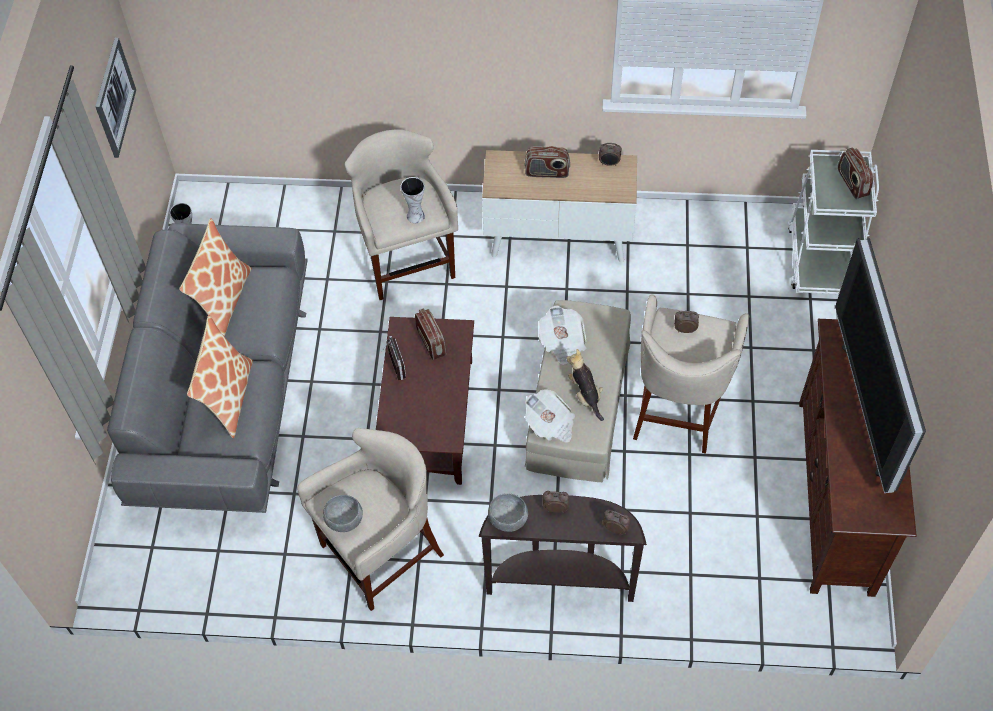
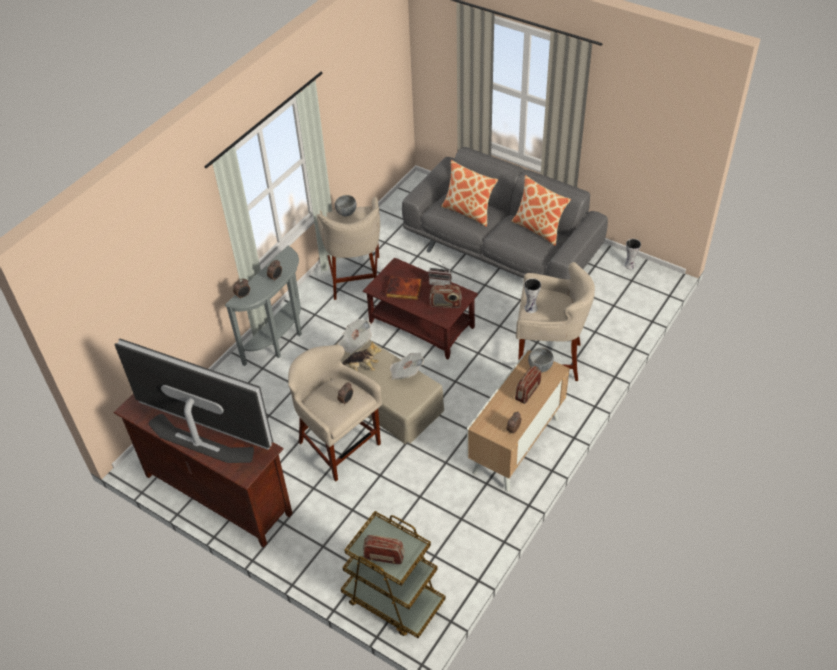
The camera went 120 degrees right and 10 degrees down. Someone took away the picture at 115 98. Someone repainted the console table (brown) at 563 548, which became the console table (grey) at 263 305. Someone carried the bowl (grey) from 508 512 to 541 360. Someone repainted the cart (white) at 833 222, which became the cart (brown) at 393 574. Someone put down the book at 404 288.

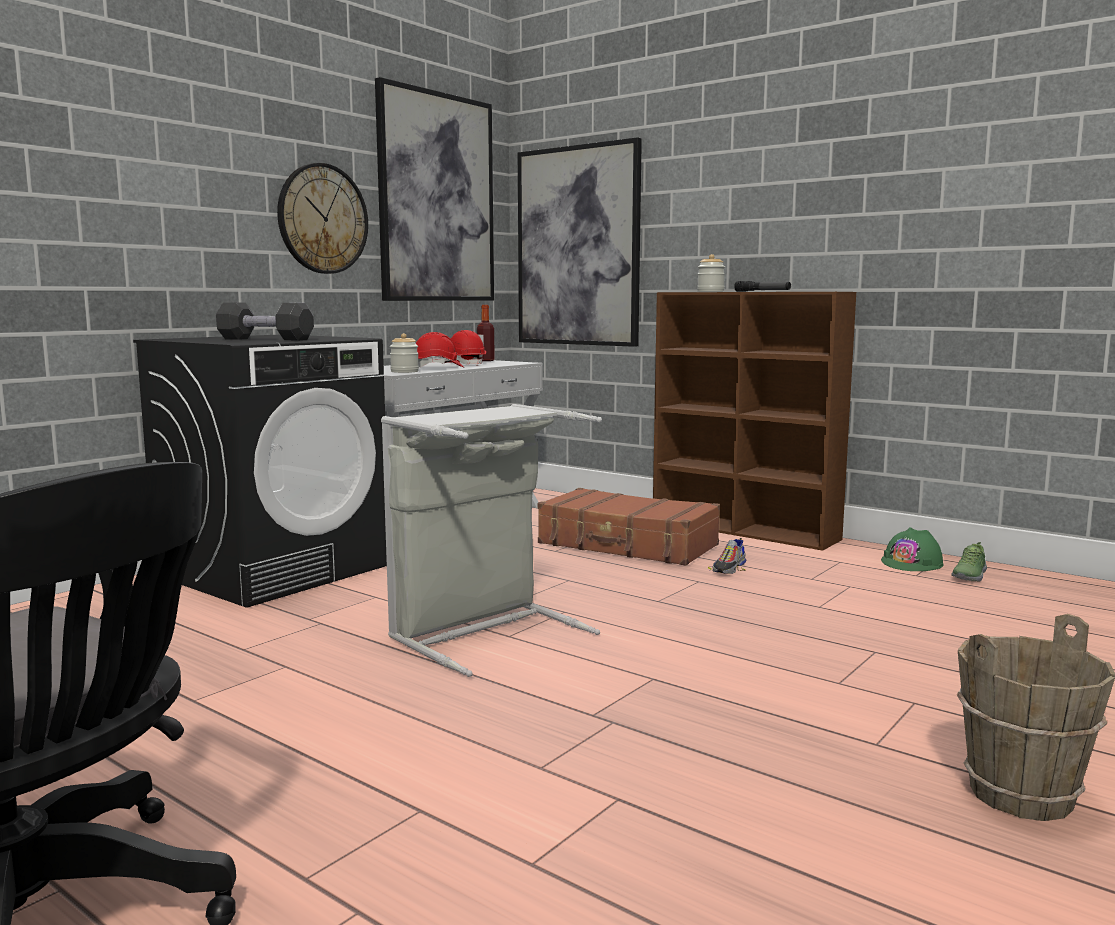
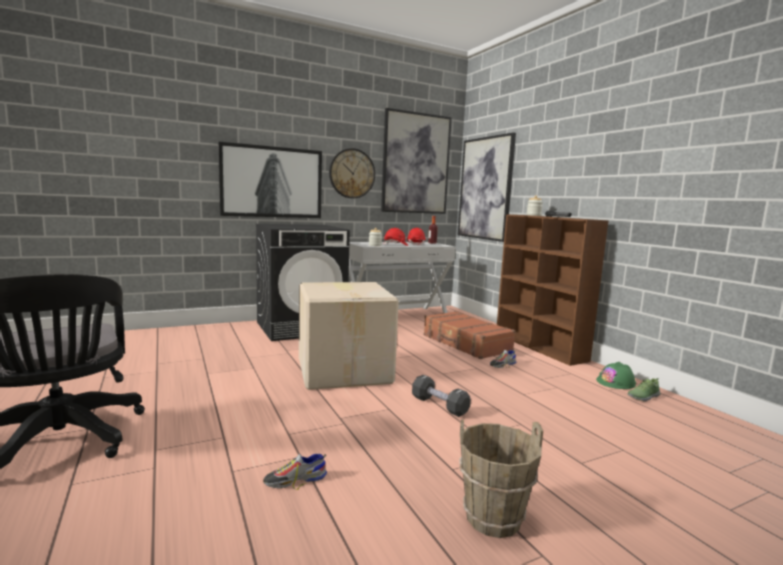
The camera went 25 degrees right and 0 degrees up. Someone carried the dumbbell (black) from 265 322 to 441 396. Someone swapped the laundry basket (grey) at 491 540 for the cardboard box at 349 336. Someone put up the picture at 270 179. Someone put down the shoe at 295 472.

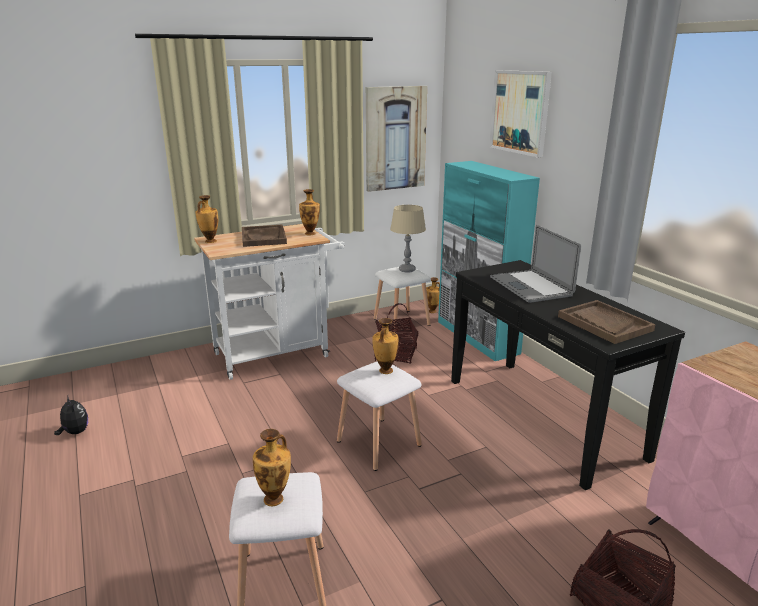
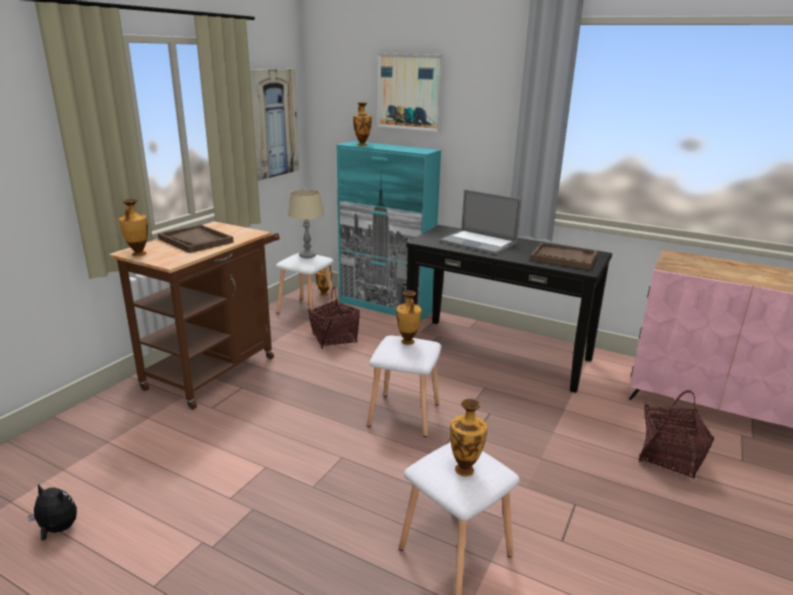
The camera went 35 degrees left and 0 degrees up. Someone repainted the cart (white) at 269 302, which became the cart (brown) at 194 315. Someone carried the vase from 309 212 to 362 124.

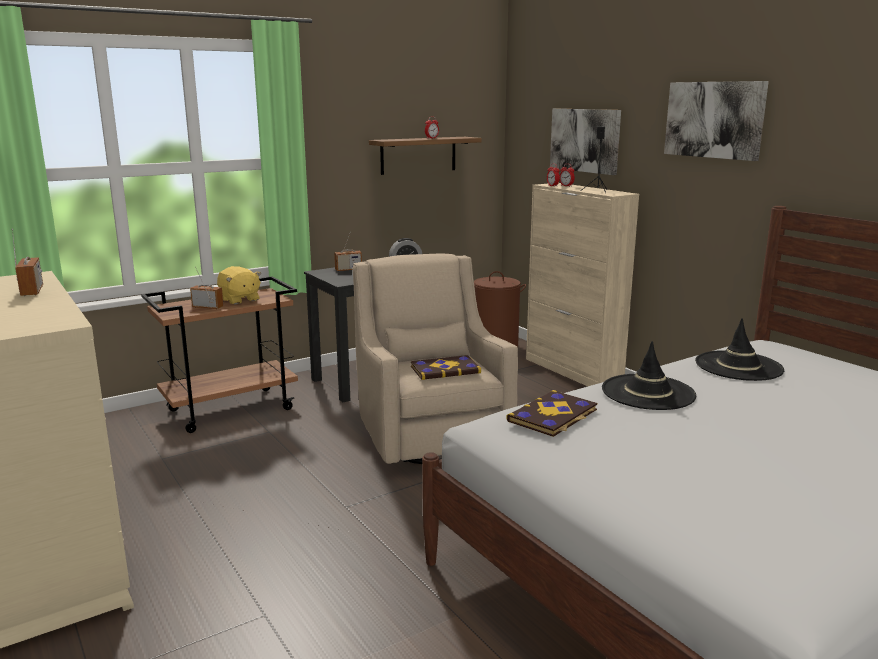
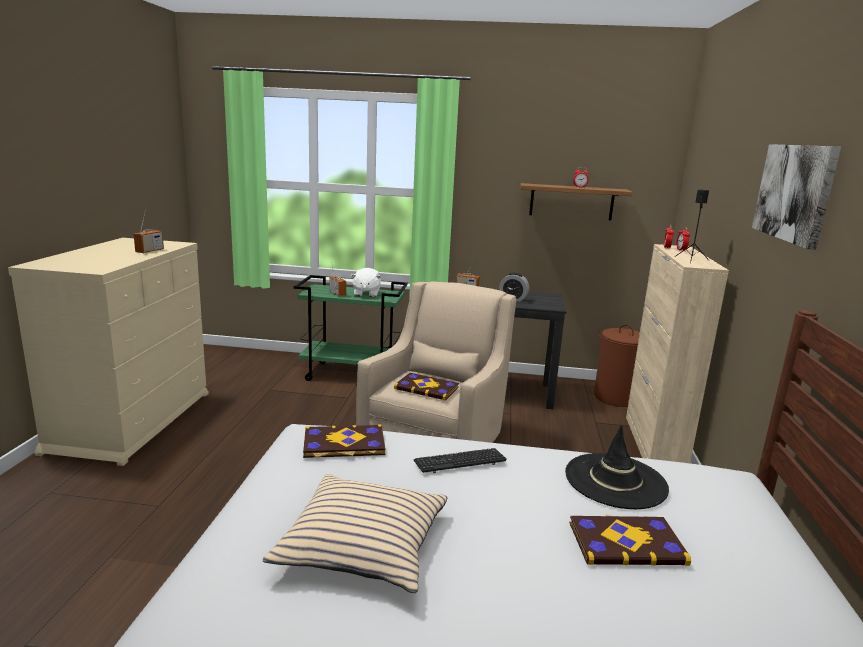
The camera went 40 degrees right and 0 degrees up. Someone repainted the cart (brown) at 219 354, which became the cart (green) at 351 328. Someone repainted the plush toy (yellow) at 239 285, which became the plush toy (white) at 366 282. Someone took away the picture at 585 142. Someone swapped the hat (black) at 649 375 for the keyboard at 460 460. Someone put down the pillow (beige) at 354 533. Someone put down the book at 630 540.

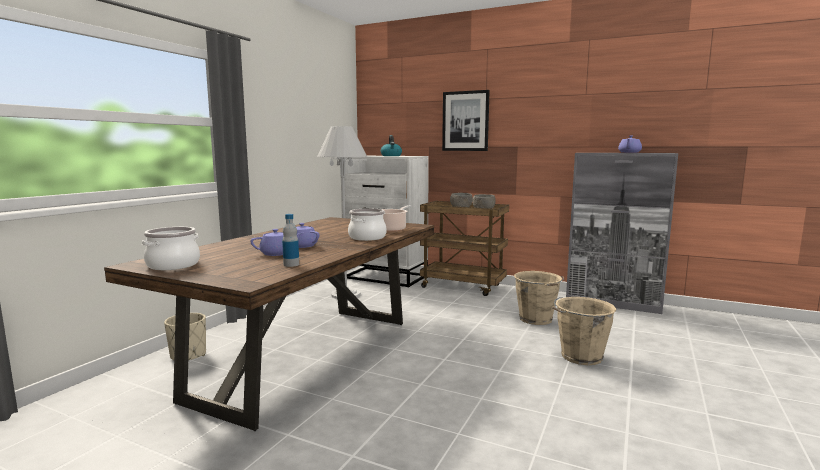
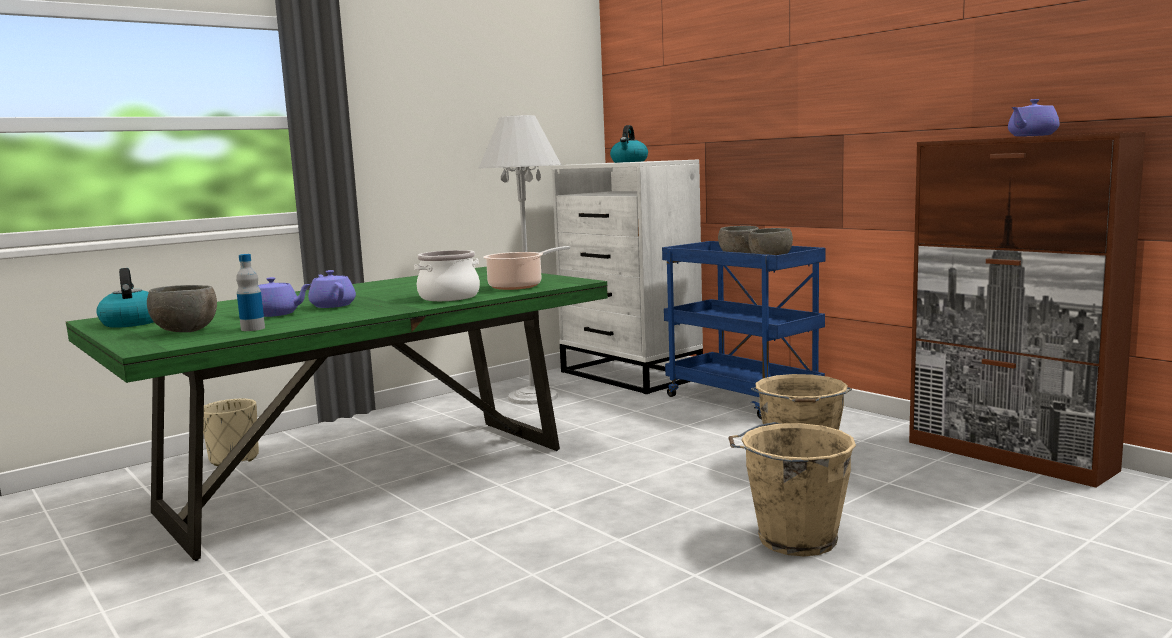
The camera went 25 degrees right and 0 degrees up. Someone repainted the dining table (brown) at 269 324, which became the dining table (green) at 337 414. Someone swapped the cooking pot at 171 248 for the kettle at 125 298. Someone repainted the cart (brown) at 464 248, which became the cart (blue) at 744 330. Someone took away the picture at 466 120. Someone repainted the cabinet (grey) at 622 233, which became the cabinet (brown) at 1027 310. Someone put down the bowl (grey) at 182 308.

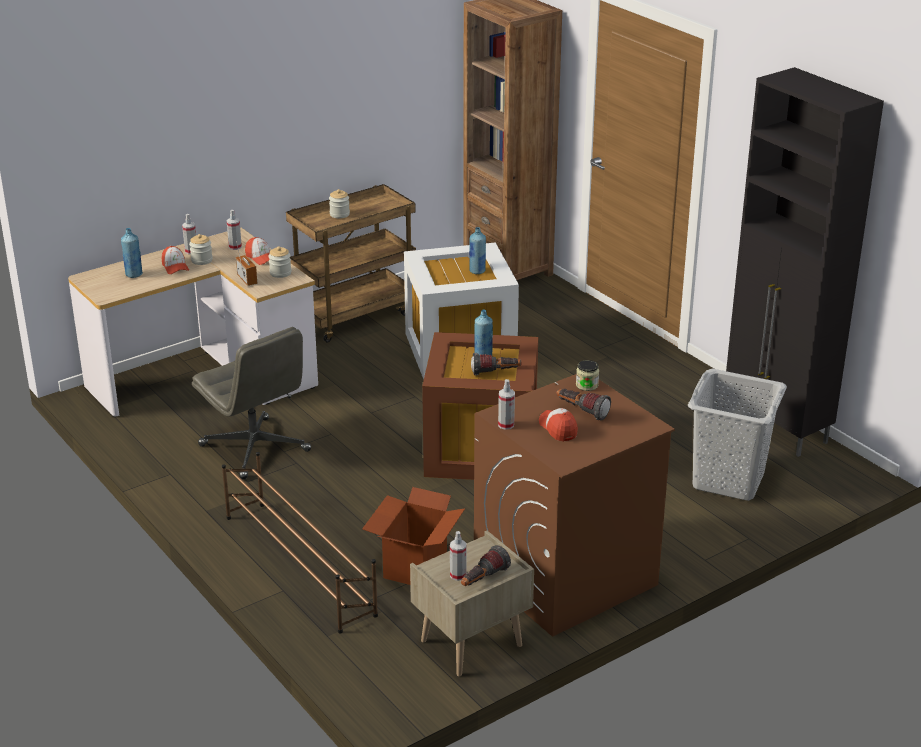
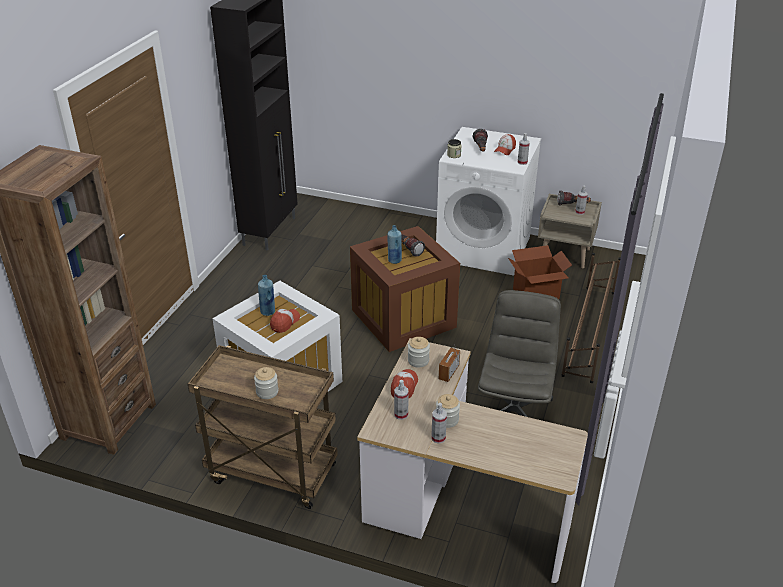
The camera went 125 degrees left and 5 degrees up. Someone took away the bottle (blue) at 132 253. Someone carried the cap from 175 260 to 285 321. Someone repainted the washing machine (brown) at 574 505, which became the washing machine (white) at 488 201. Someone took away the laundry basket (grey) at 737 435.

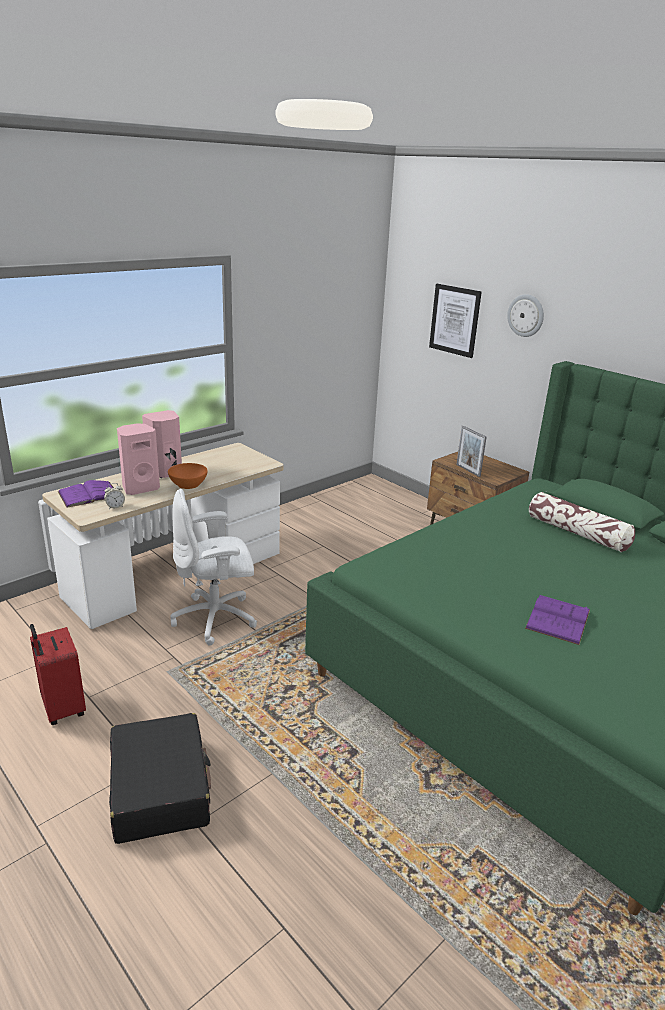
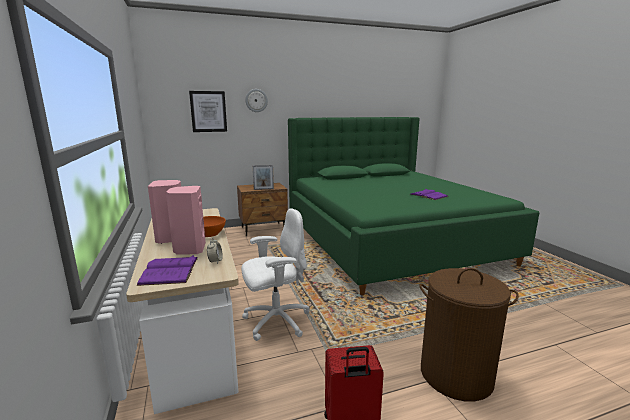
The camera went 65 degrees left and 10 degrees down. Someone swapped the suitcase (black) at 160 778 for the laundry basket (brown) at 469 335. Someone rotated the office chair (white) at 214 567 by 120 degrees counterclockwise. Someone took away the pillow at 582 522.

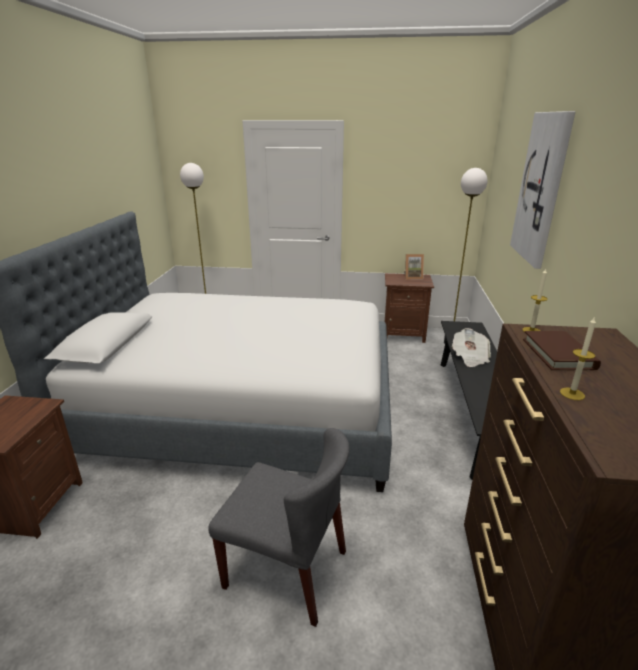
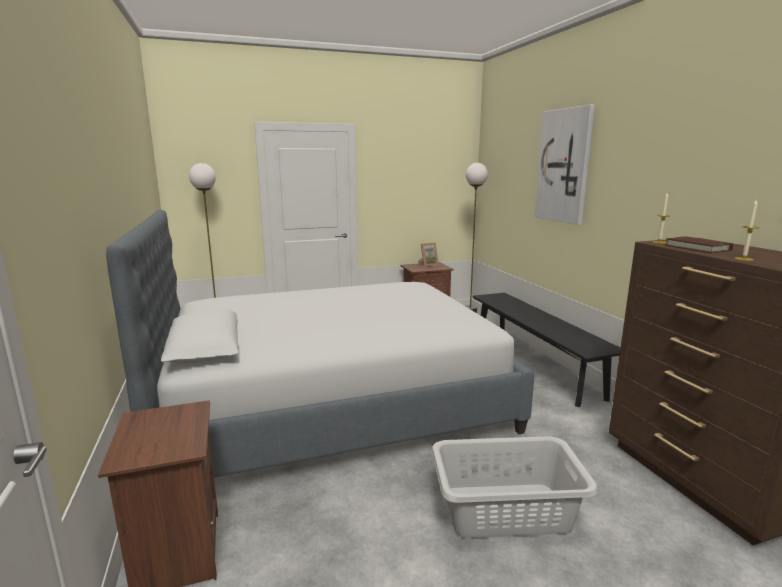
The camera went 25 degrees left and 10 degrees down. Someone swapped the chair (grey) at 278 527 for the laundry basket (grey) at 515 487. Someone took away the newspaper at 471 347.

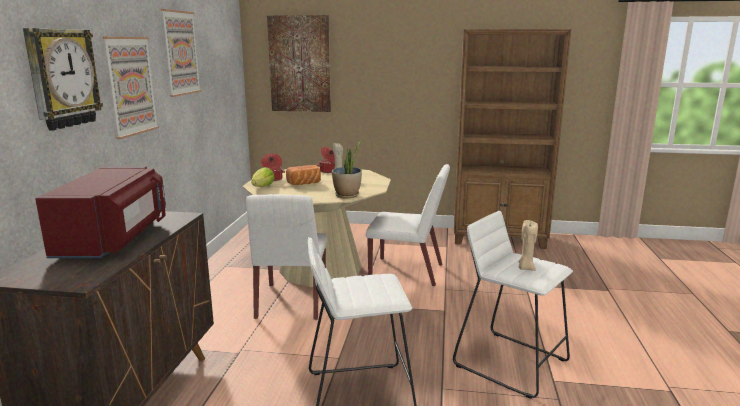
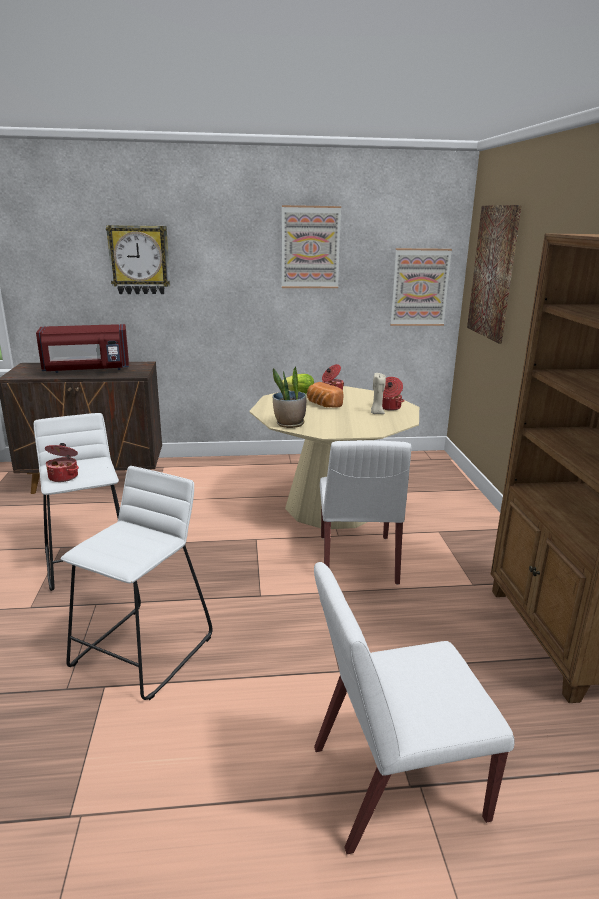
The camera went 75 degrees right and 5 degrees up. Someone carried the picture from 131 88 to 421 287. Someone carried the chair (white) from 286 257 to 414 708. Someone took away the candle (beige) at 528 245. Someone put down the cooking pot at 62 462.

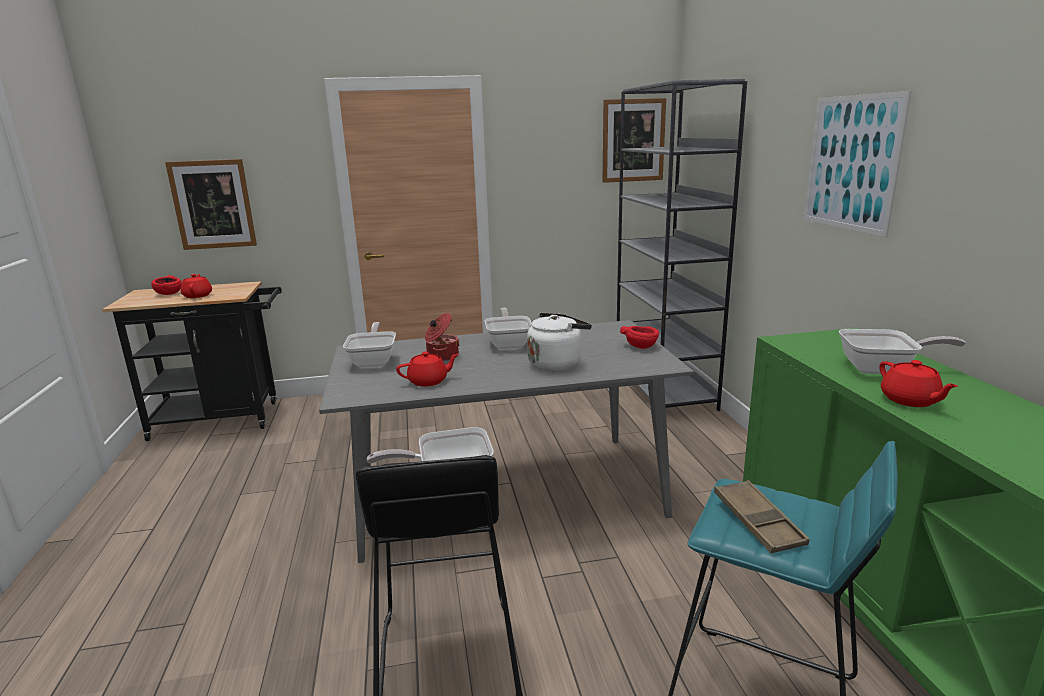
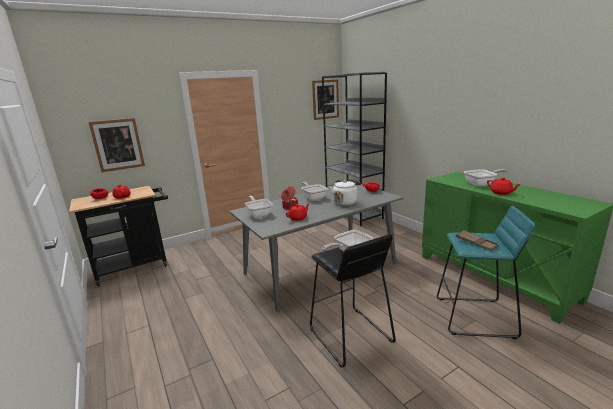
The camera went 20 degrees left and 0 degrees up. Someone took away the picture at 858 164.

